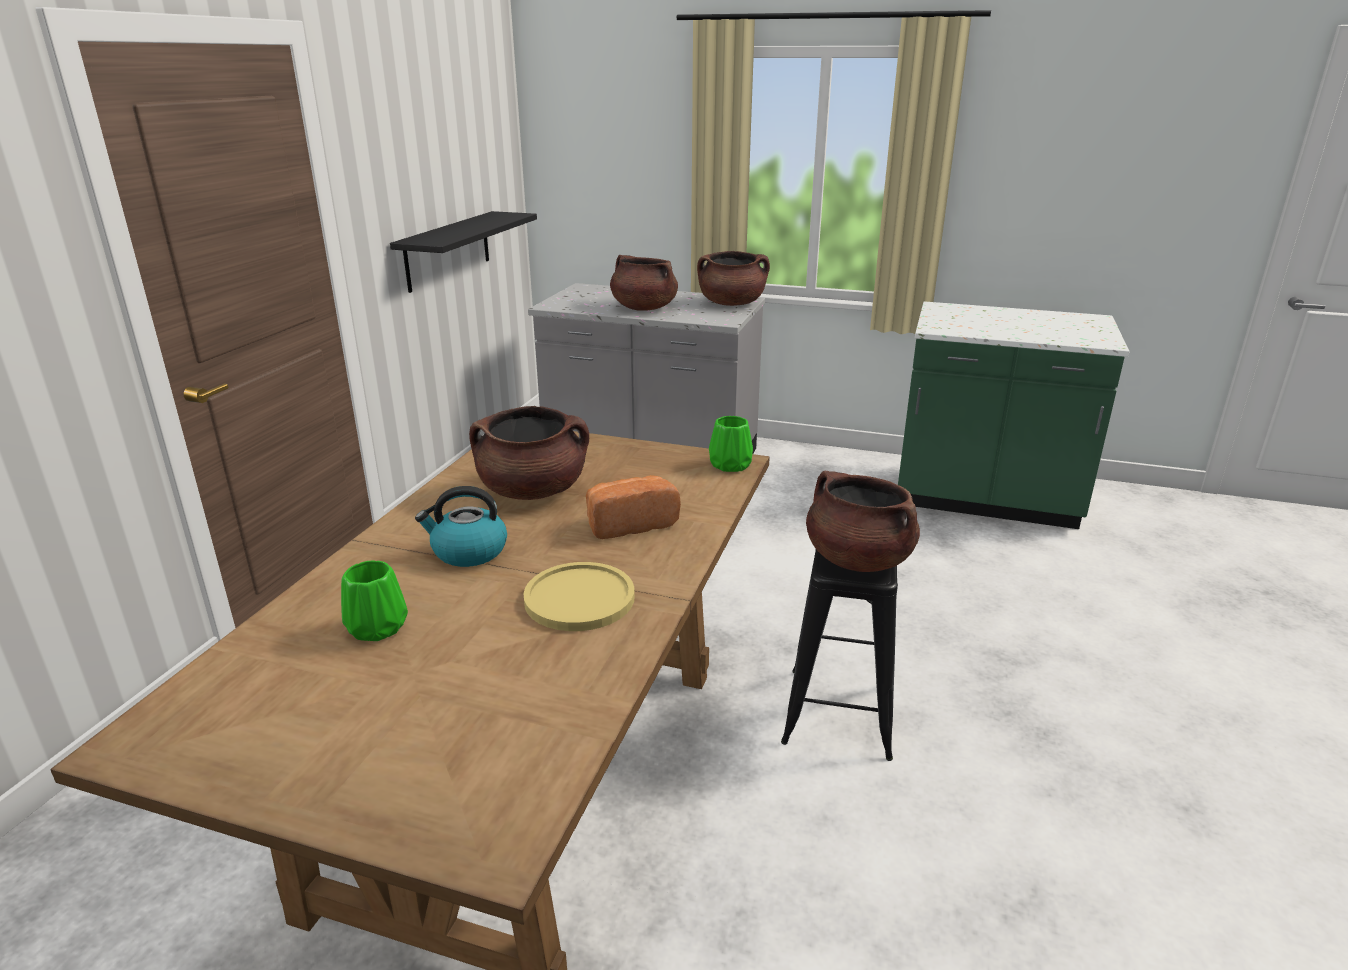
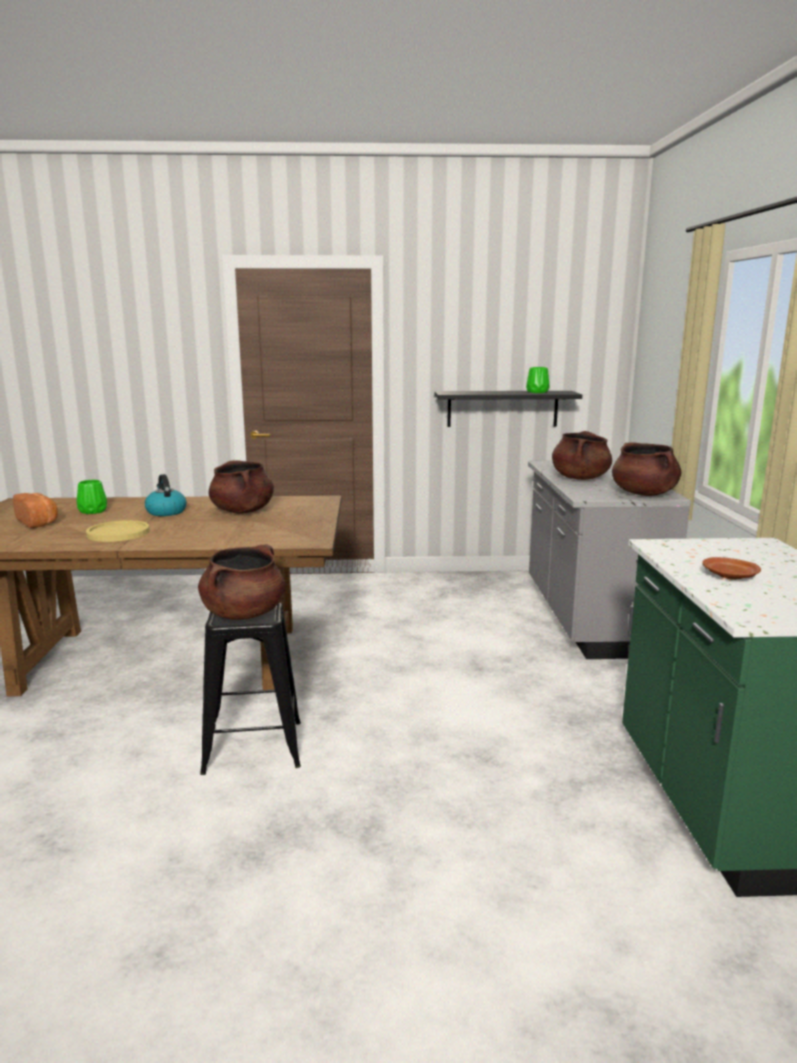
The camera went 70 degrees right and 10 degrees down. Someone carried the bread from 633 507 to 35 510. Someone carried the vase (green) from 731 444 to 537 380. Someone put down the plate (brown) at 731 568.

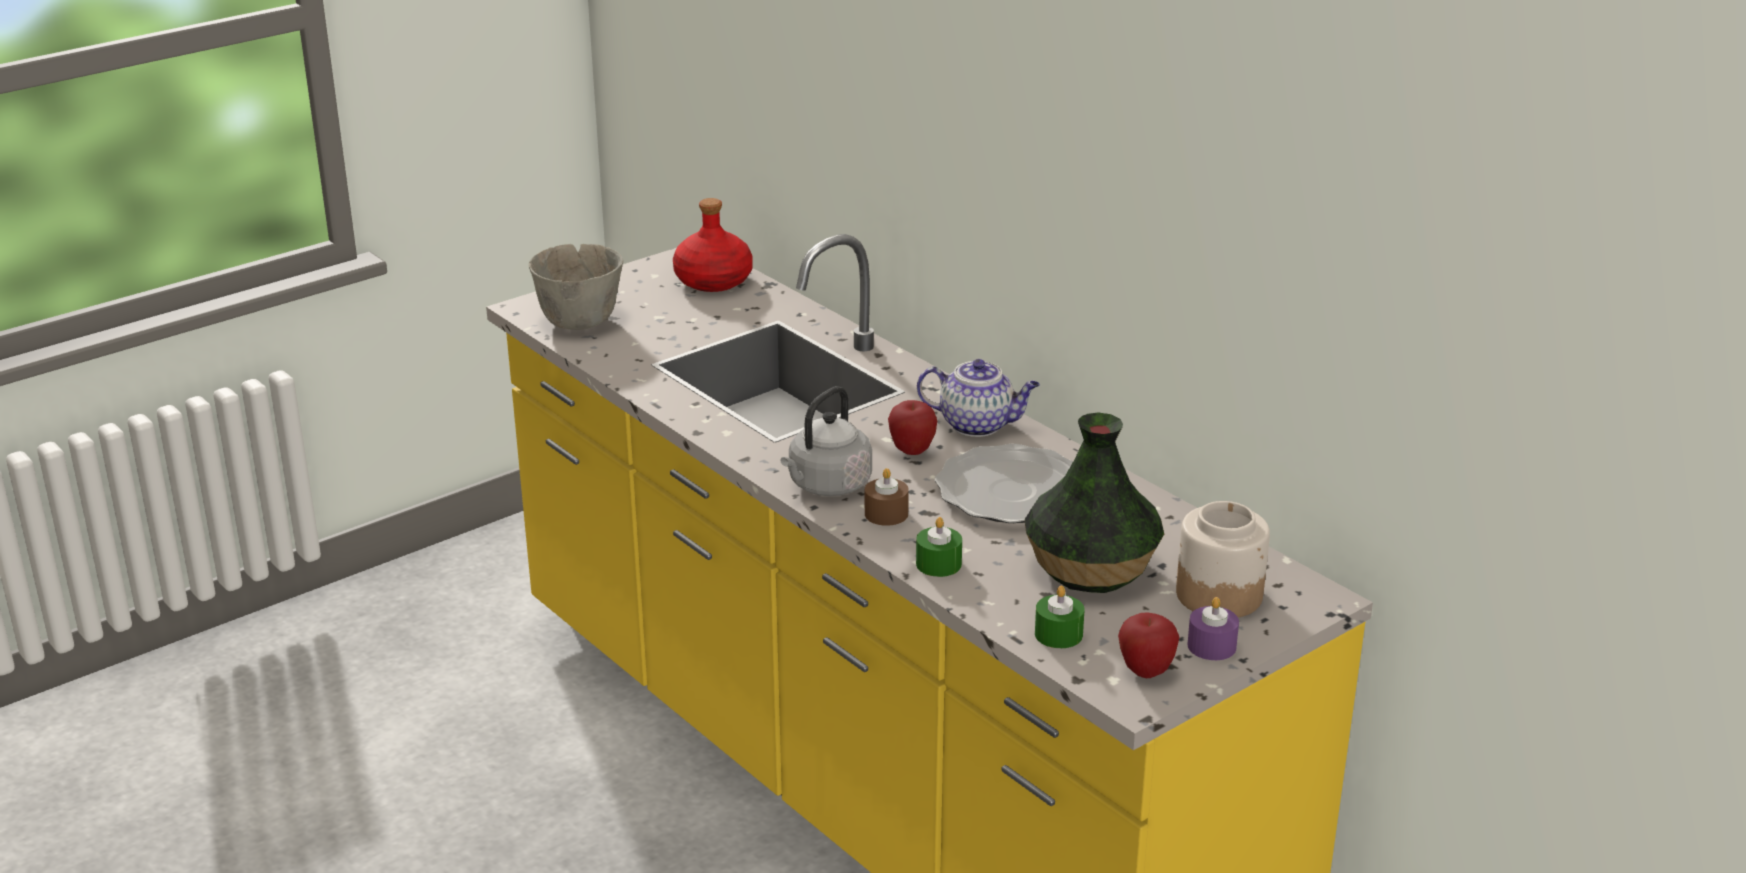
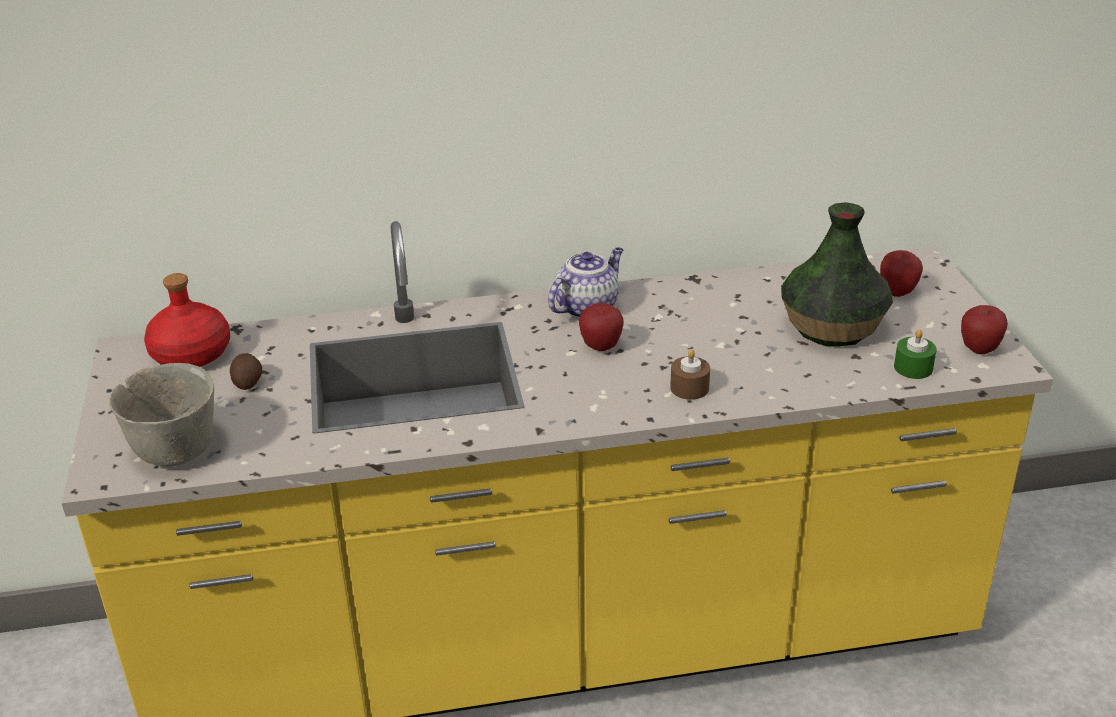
The camera went 60 degrees left and 5 degrees up. Someone took away the kettle (grey) at 826 441. Someone took away the candle (green) at 939 547. Someone took away the plate at 1004 483. Someone swapped the jar at 1223 559 for the apple at 901 273. Someone took away the candle (purple) at 1213 628. Someone put down the potato at 246 371.

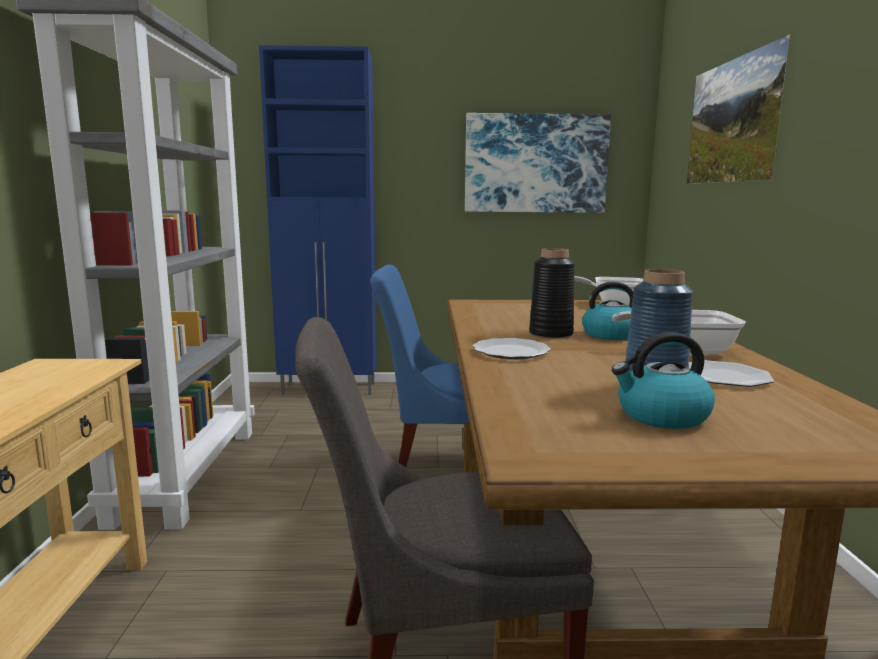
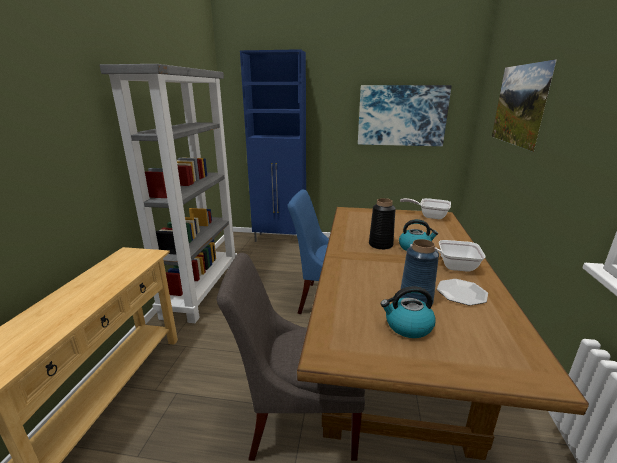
The camera went 10 degrees right and 10 degrees up. Someone took away the plate at 512 348.

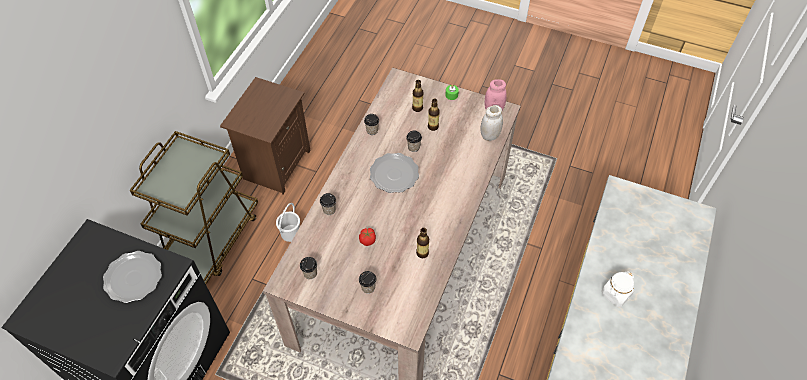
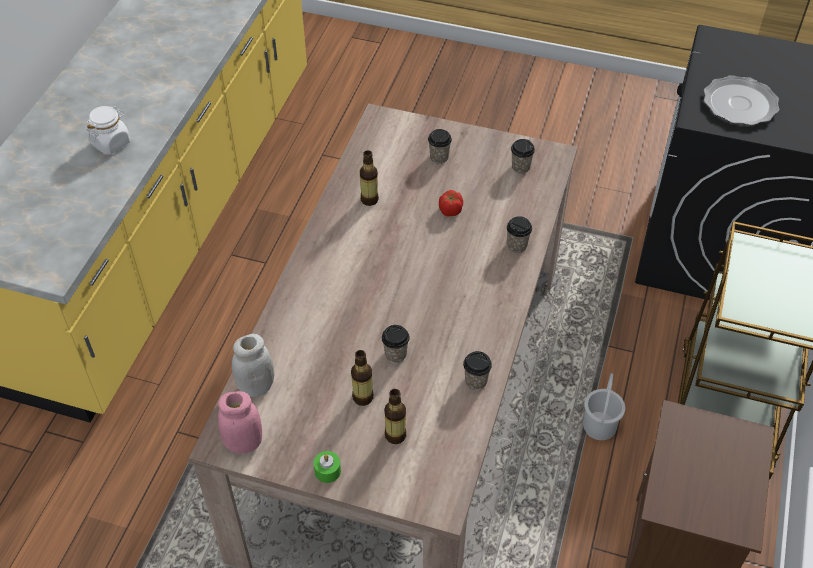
The camera went 175 degrees right and 5 degrees down. Someone took away the plate at 394 173.

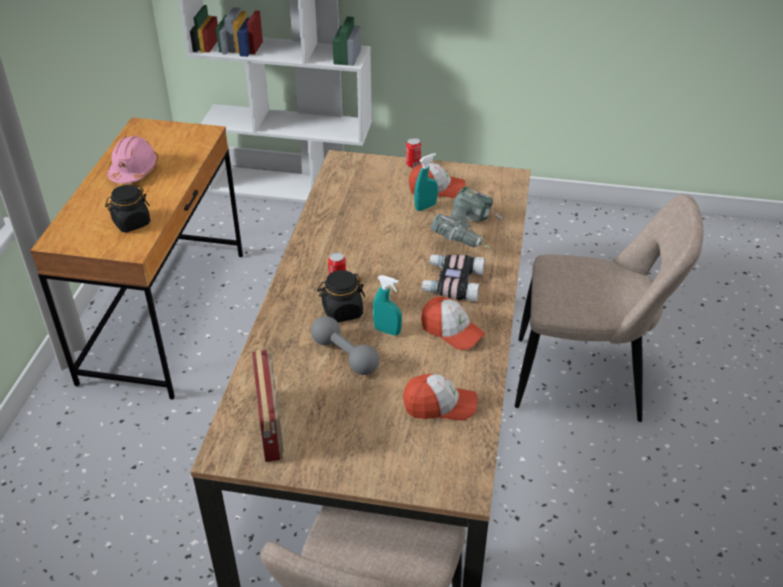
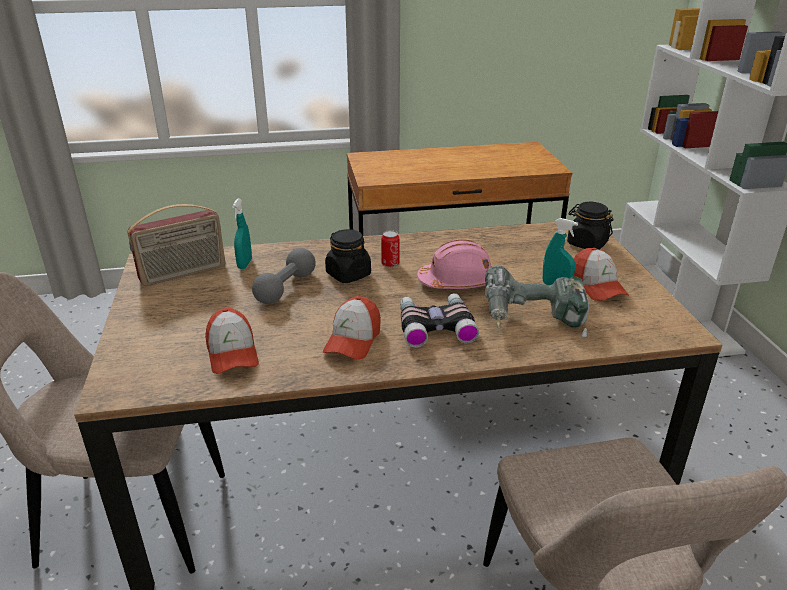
The camera went 70 degrees right and 10 degrees down. Someone carried the jar (black) from 128 208 to 590 225. Someone carried the hard hat (pink) from 132 160 to 454 264. Someone carried the spray bottle (turquoise) from 387 305 to 242 233. Someone took away the can at 413 153.

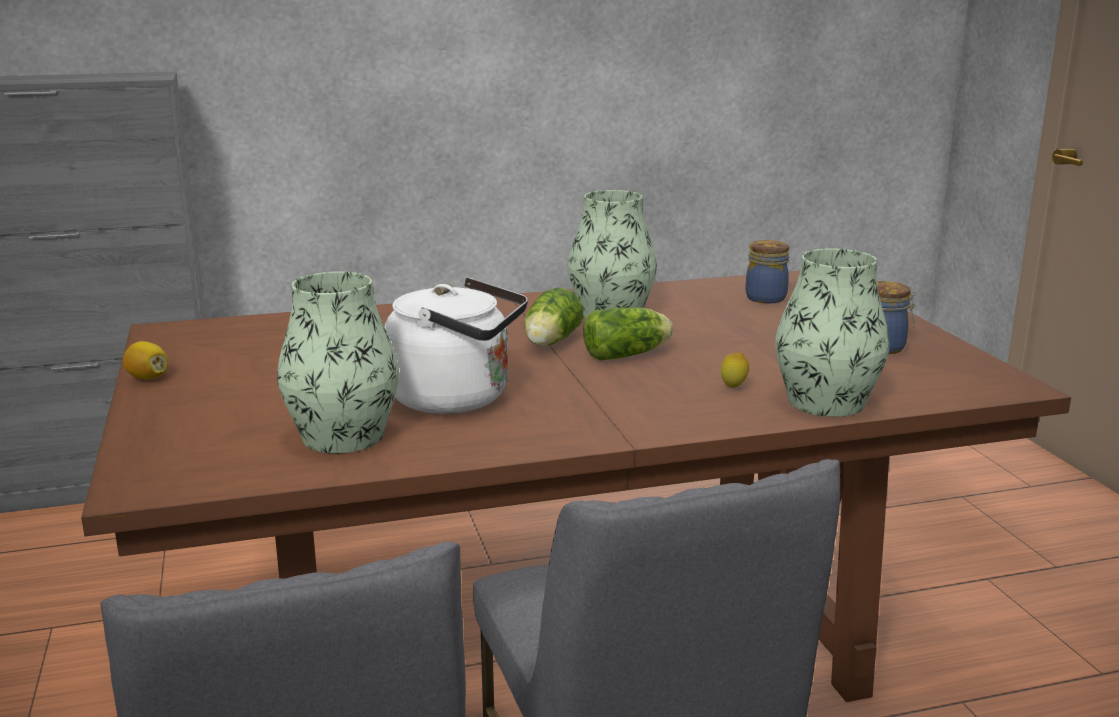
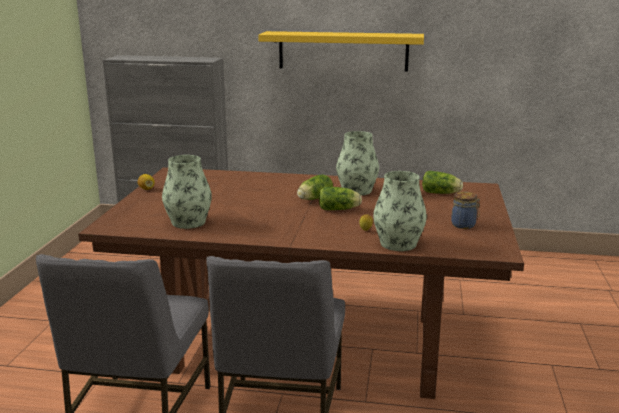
The camera went 25 degrees right and 0 degrees up. Someone took away the kettle (white) at 456 345. Someone swapped the jar at 767 271 for the lettuce at 442 182. Someone put up the shelf (yellow) at 341 51.

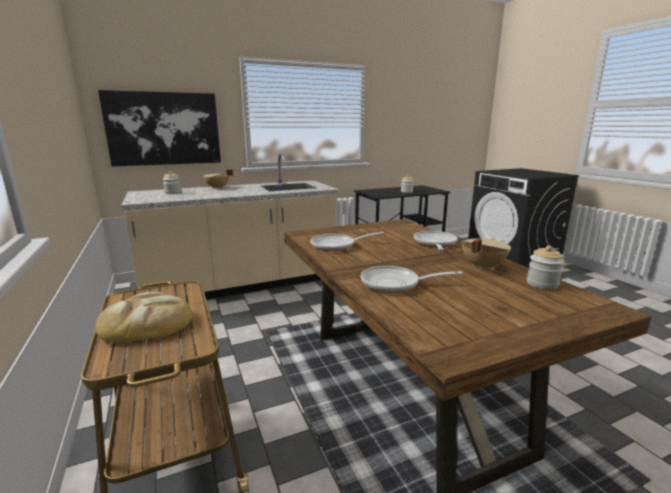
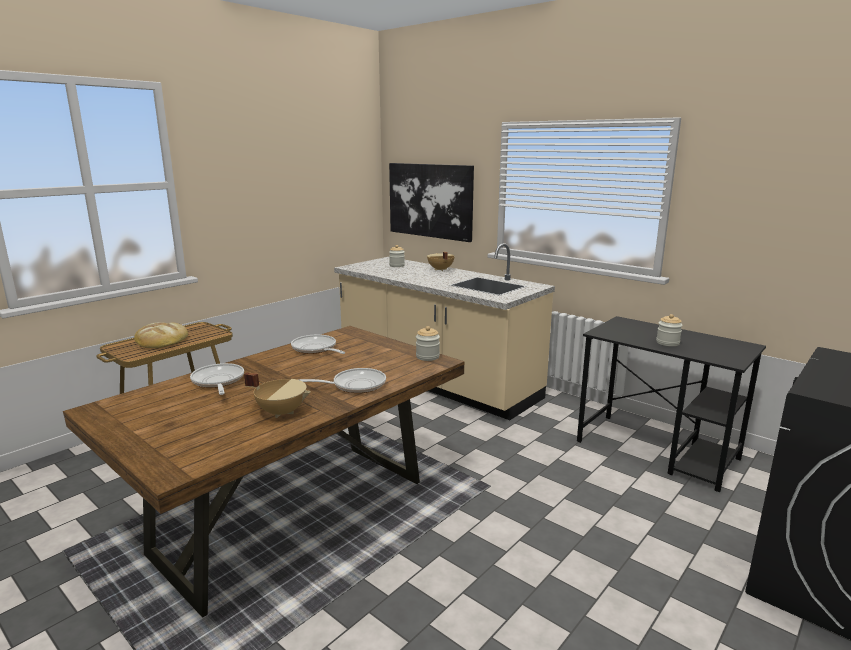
The camera went 65 degrees right and 0 degrees up. Someone carried the jar from 545 268 to 428 343.

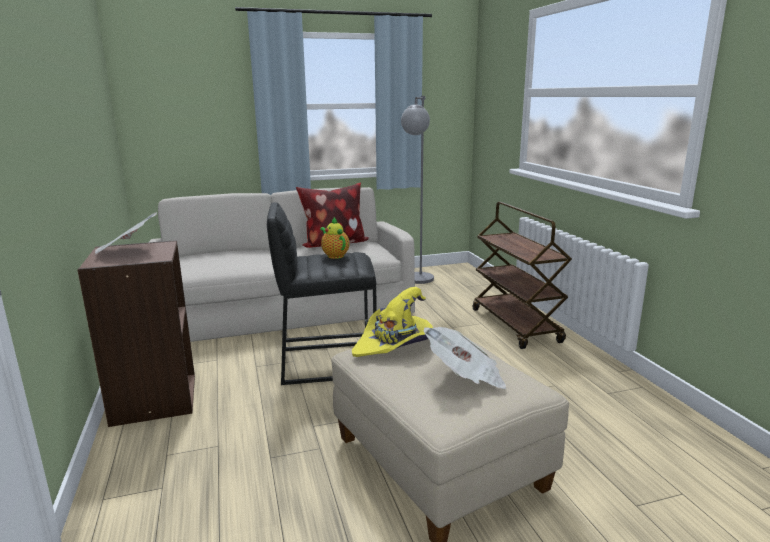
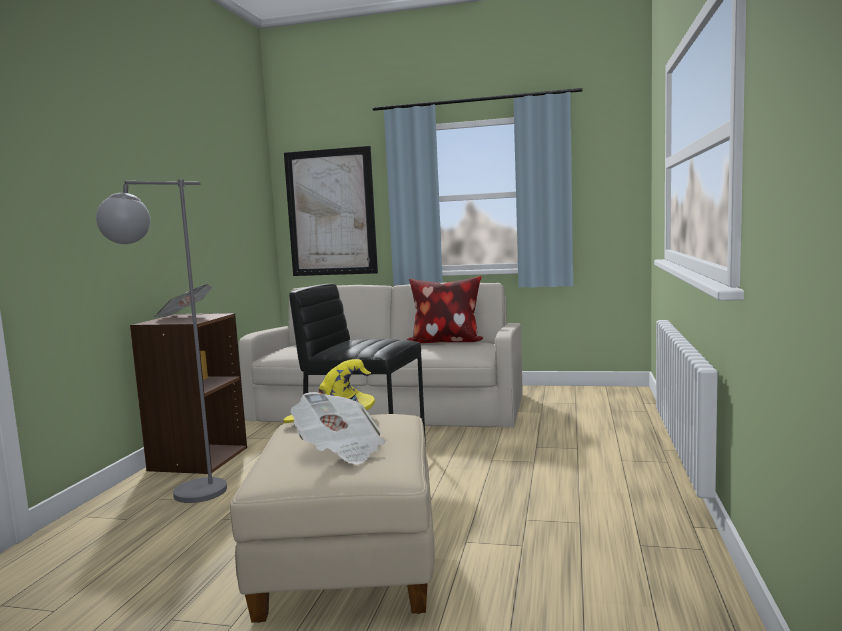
The camera went 30 degrees right and 10 degrees down. Someone took away the teapot at 335 238. Someone carried the floor lamp (grey) from 417 190 to 161 341. Someone took away the cart (brown) at 522 275. Someone put up the picture at 331 211.

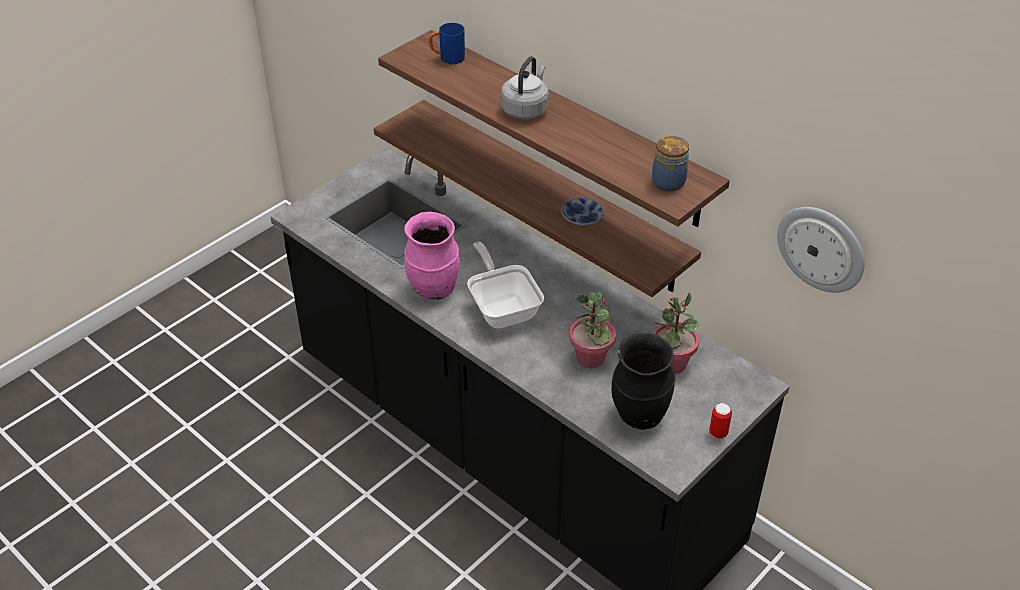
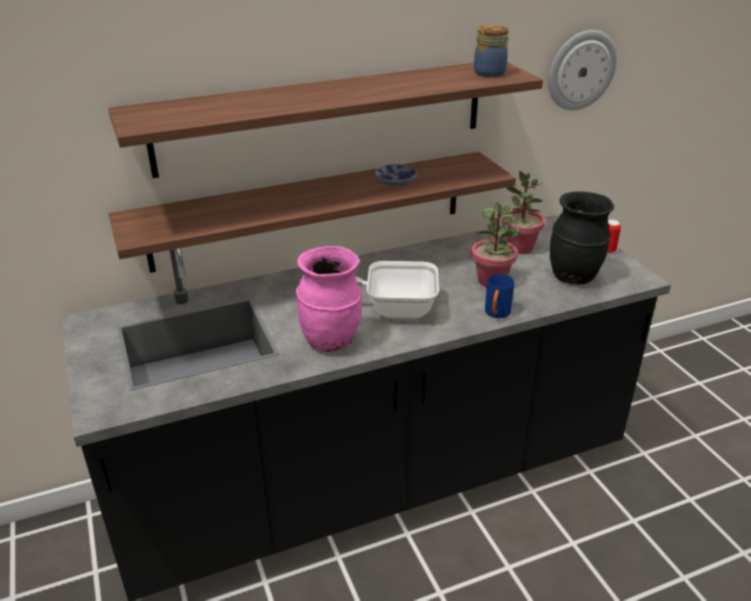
The camera went 65 degrees left and 10 degrees down. Someone carried the mug (blue) from 447 43 to 500 296. Someone took away the kettle (grey) at 525 88.

